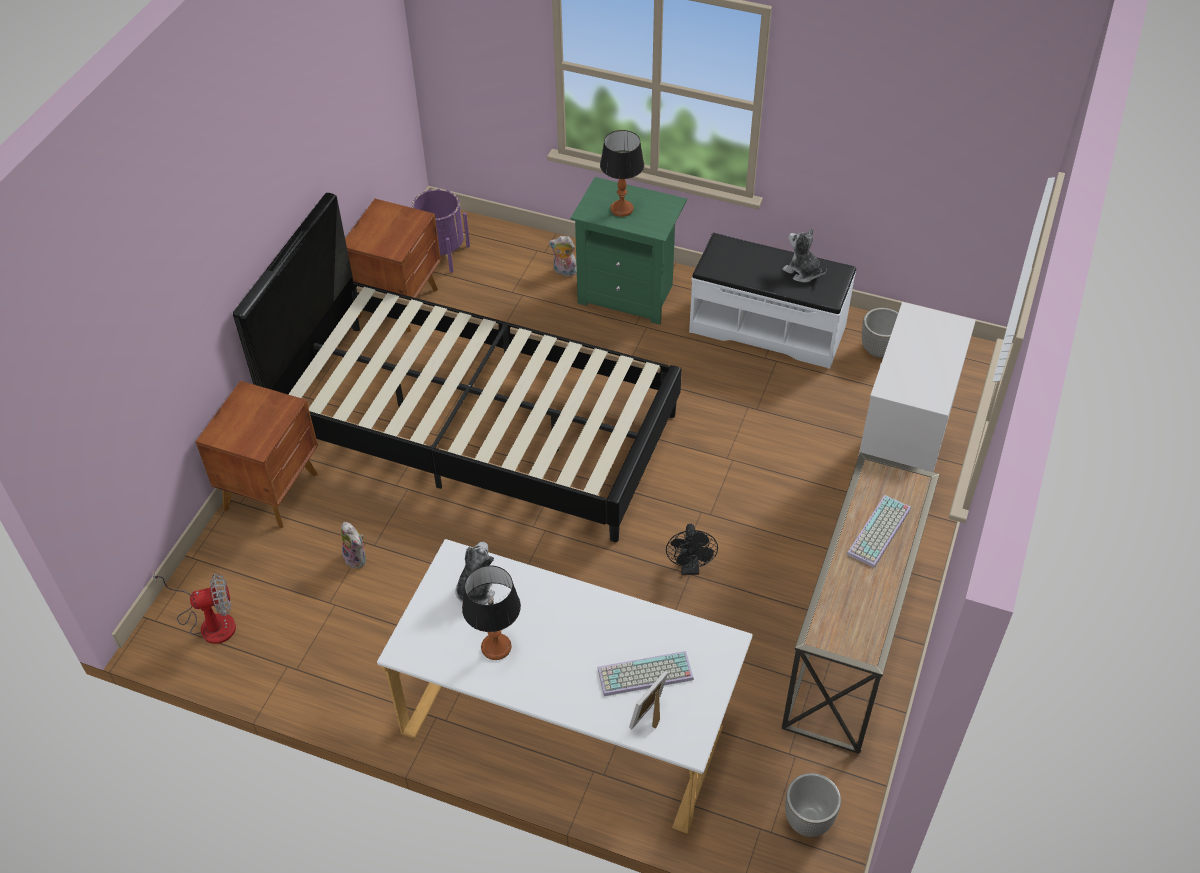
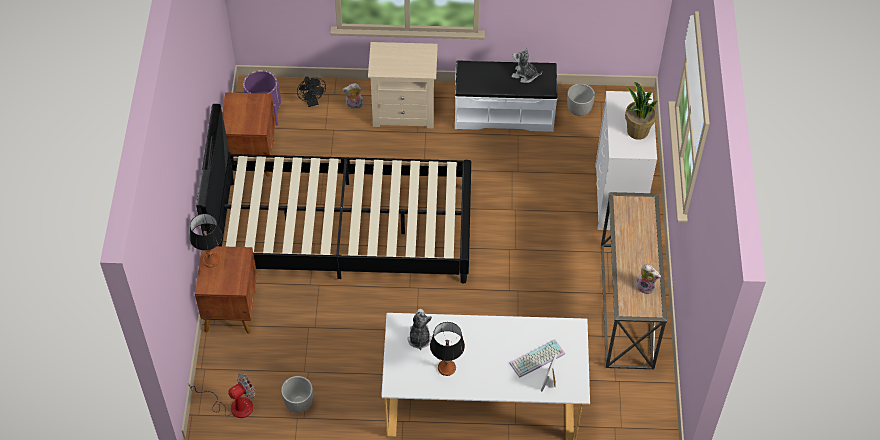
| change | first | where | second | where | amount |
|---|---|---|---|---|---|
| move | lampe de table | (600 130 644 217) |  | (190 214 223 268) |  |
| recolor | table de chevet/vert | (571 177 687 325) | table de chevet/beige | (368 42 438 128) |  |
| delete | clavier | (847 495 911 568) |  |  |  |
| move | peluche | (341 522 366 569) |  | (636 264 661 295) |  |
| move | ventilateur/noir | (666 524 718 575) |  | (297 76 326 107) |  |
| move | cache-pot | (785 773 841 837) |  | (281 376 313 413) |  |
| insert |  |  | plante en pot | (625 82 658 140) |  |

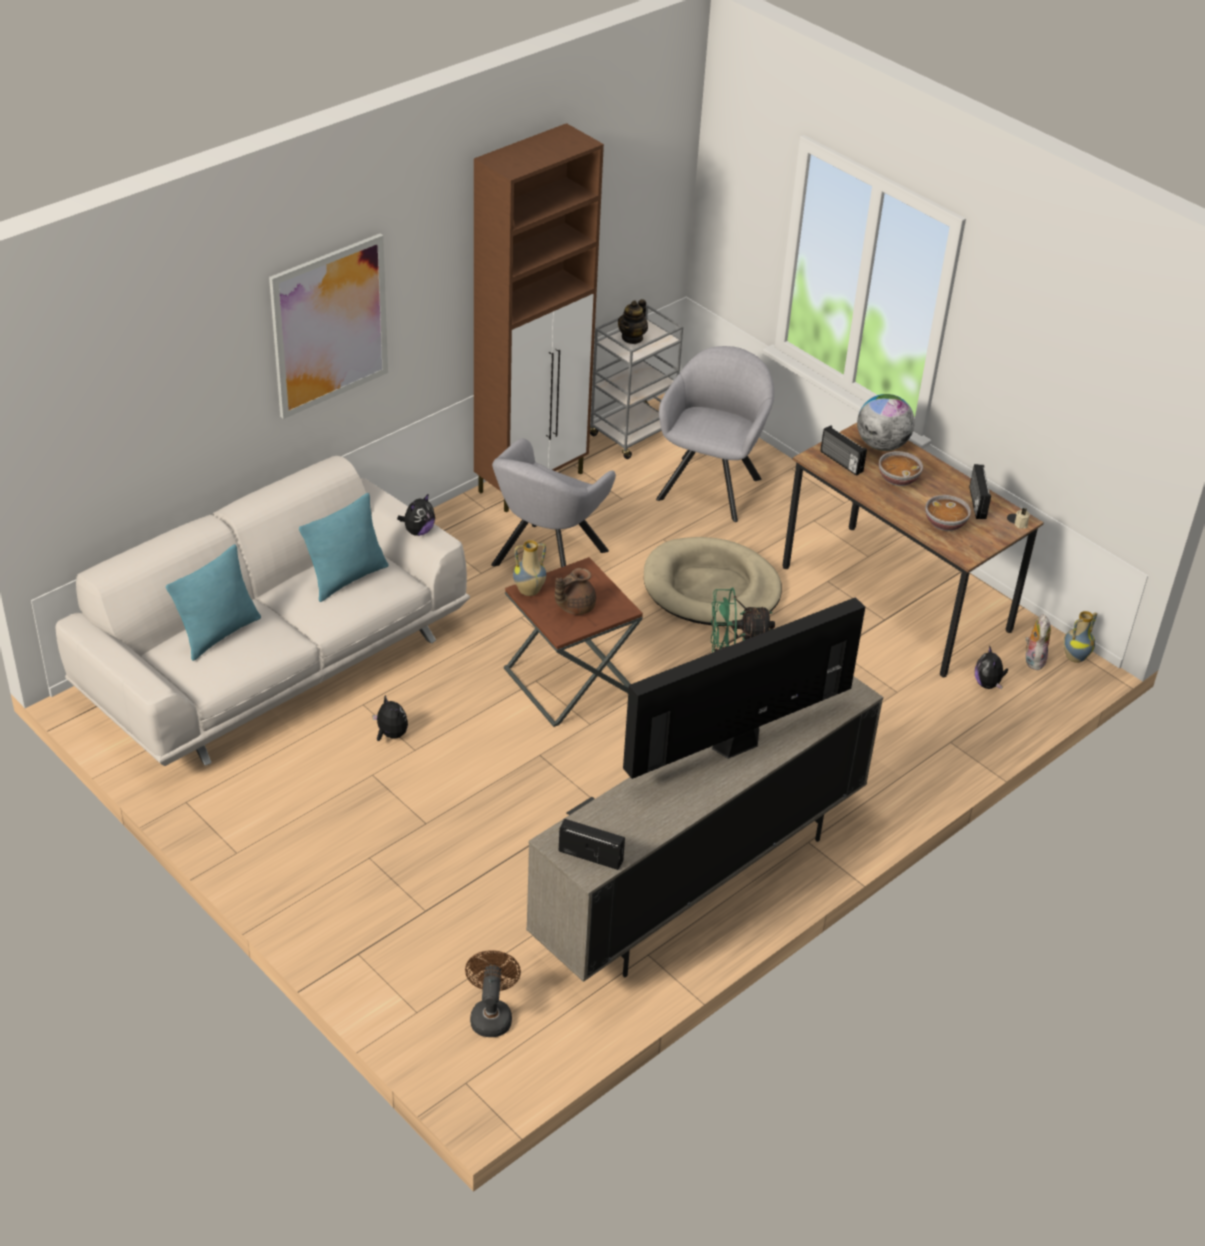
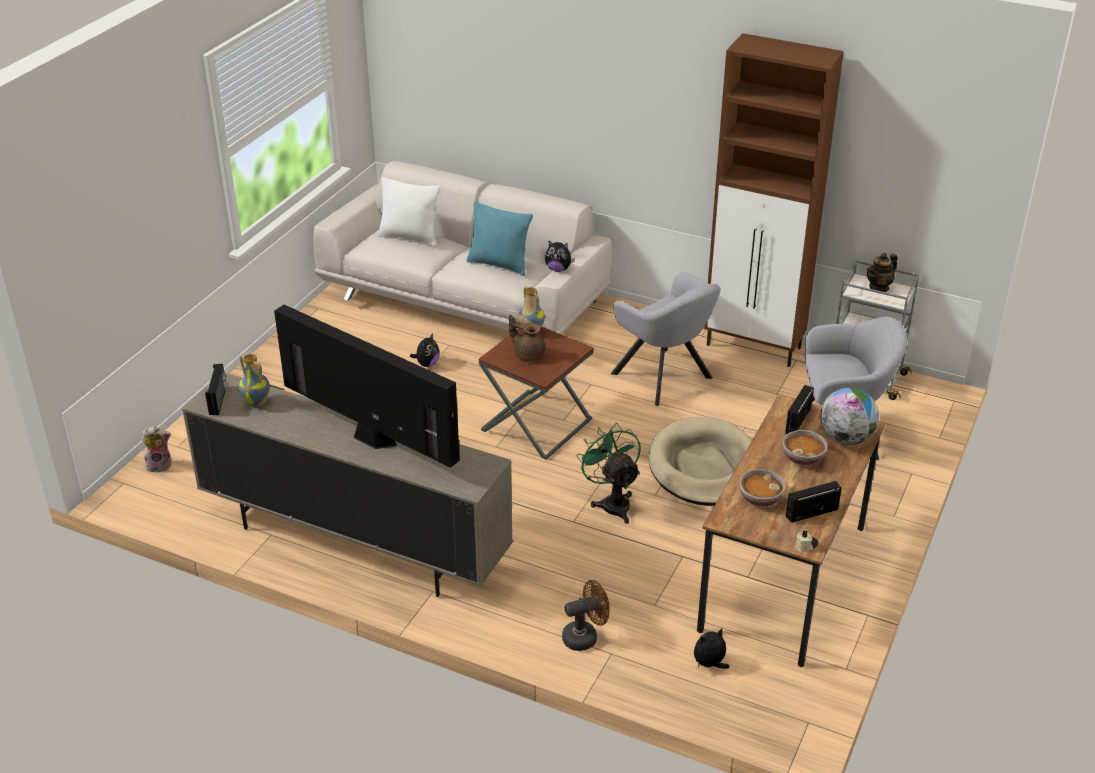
| change | first | where | second | where | amount |
|---|---|---|---|---|---|
| delete | tableau | (269 234 388 419) |  |  |  |
| rotate | théière | (618 299 648 344) |  | (867 253 898 292) | 45 degrees counterclockwise |
| rotate | fauteuil/gris | (491 438 616 567) |  | (611 272 721 406) | 135 degrees counterclockwise |
| recolor | coussin/turquoise | (166 544 261 661) | coussin/blanc | (377 177 440 246) |  |
| move | vase | (1063 611 1097 663) |  | (239 354 270 407) |  |
| move | peluche | (1025 614 1051 670) |  | (141 426 172 473) |  |
| move | ventilateur/marron | (465 950 521 1037) |  | (562 580 610 651) |  |

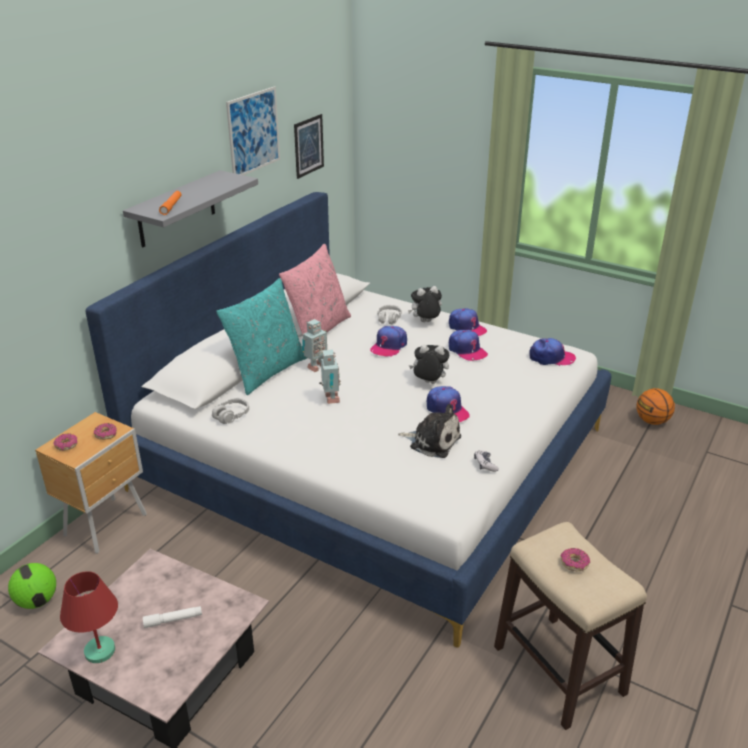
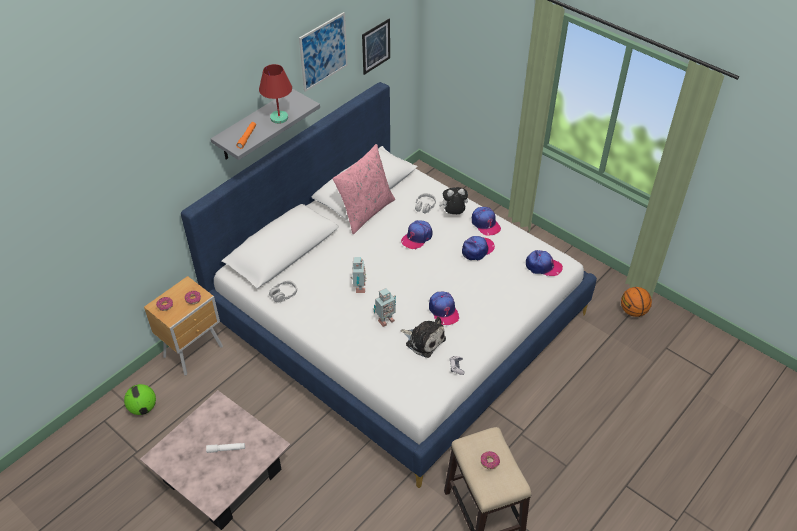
| change | first | where | second | where | amount |
|---|---|---|---|---|---|
| delete | coussin/turquoise | (216 278 307 395) |  |  |  |
| move | robot jouet | (302 319 327 372) |  | (373 288 396 327) |  |
| rotate | casquette | (449 330 488 361) |  | (462 236 495 260) | 105 degrees counterclockwise |
| delete | peluche | (409 344 449 384) |  |  |  |
| move | lampe de table/rouge | (60 571 118 663) |  | (259 64 292 124) |  |

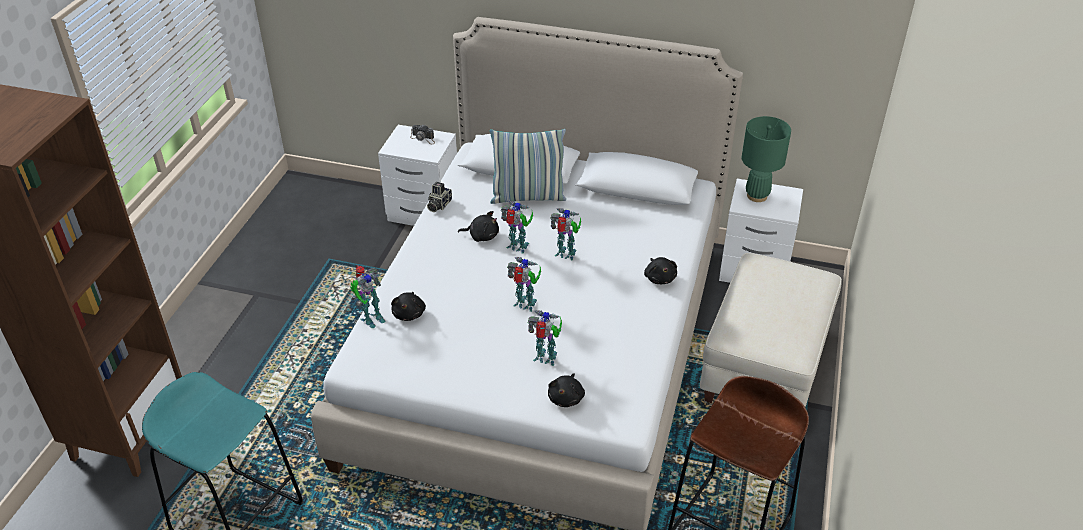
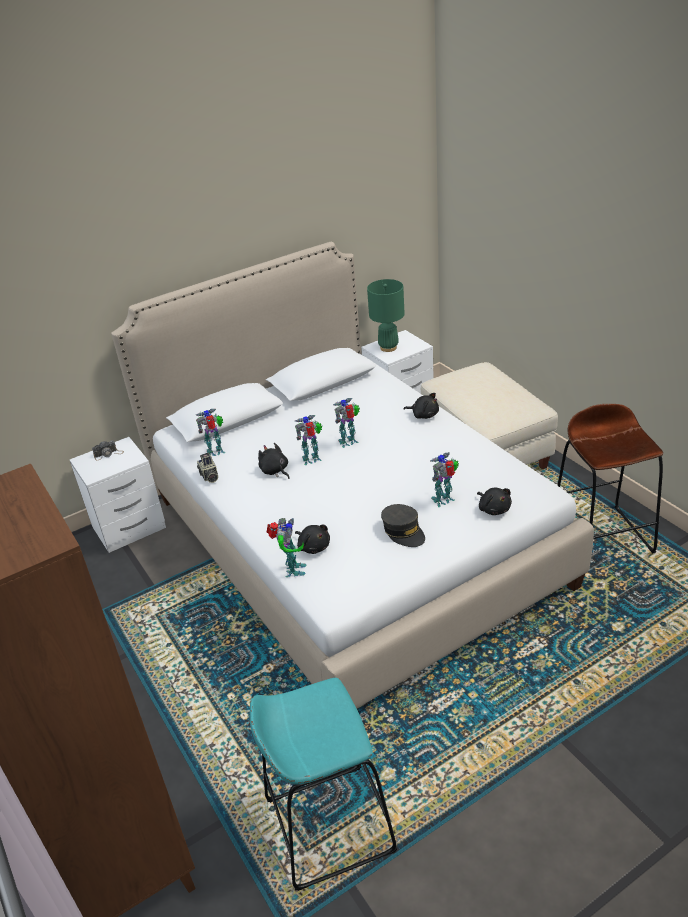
| change | first | where | second | where | amount |
|---|---|---|---|---|---|
| delete | coussin | (490 129 566 204) |  |  |  |
| rotate | peluche/noir | (458 211 499 242) |  | (258 443 290 479) | 90 degrees counterclockwise |
| move | robot jouet | (507 257 541 312) |  | (196 409 225 456) |  |
| insert |  |  | casquette/gris | (381 504 425 547) |  |

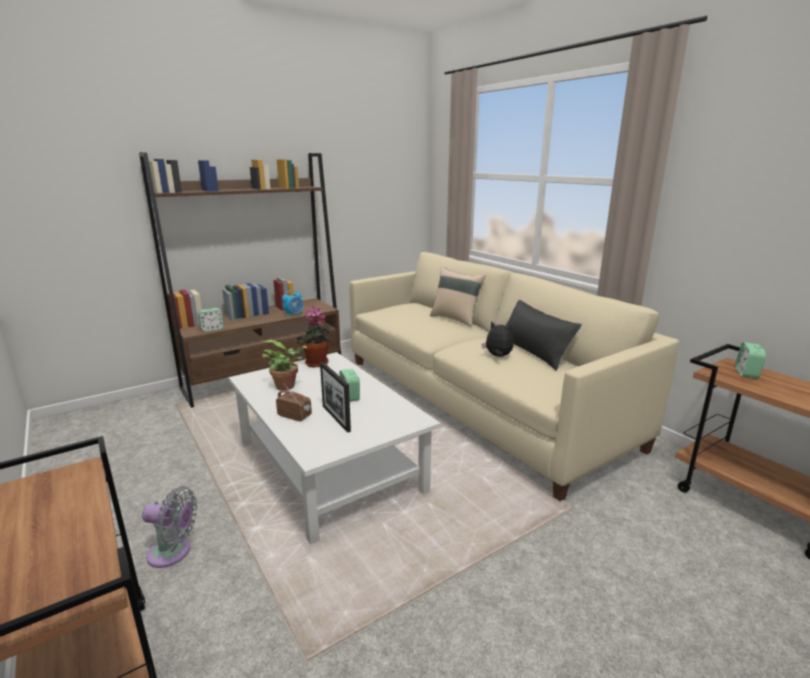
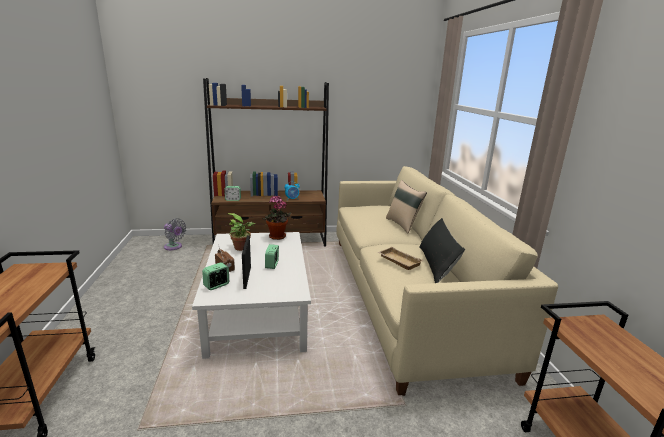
| change | first | where | second | where | amount |
|---|---|---|---|---|---|
| replace | peluche | (482 321 514 357) | plateau/beige | (378 247 423 270) |  |
| move | réveil | (735 342 766 379) |  | (202 262 229 290) |  |
| move | ventilateur/gris | (142 486 198 568) |  | (164 218 186 250) |  |

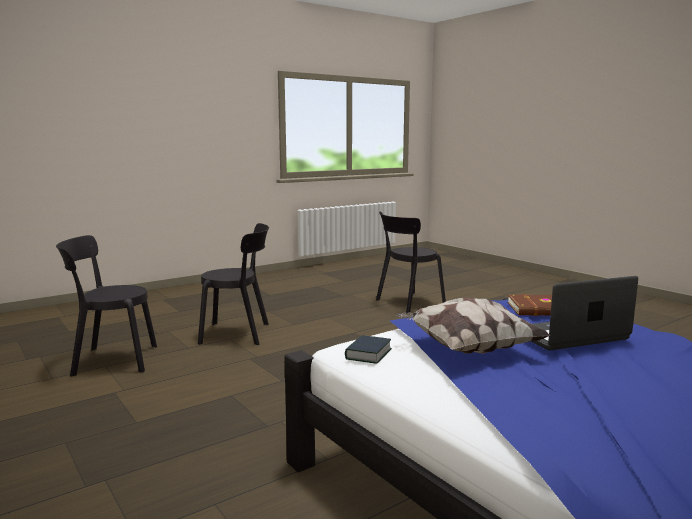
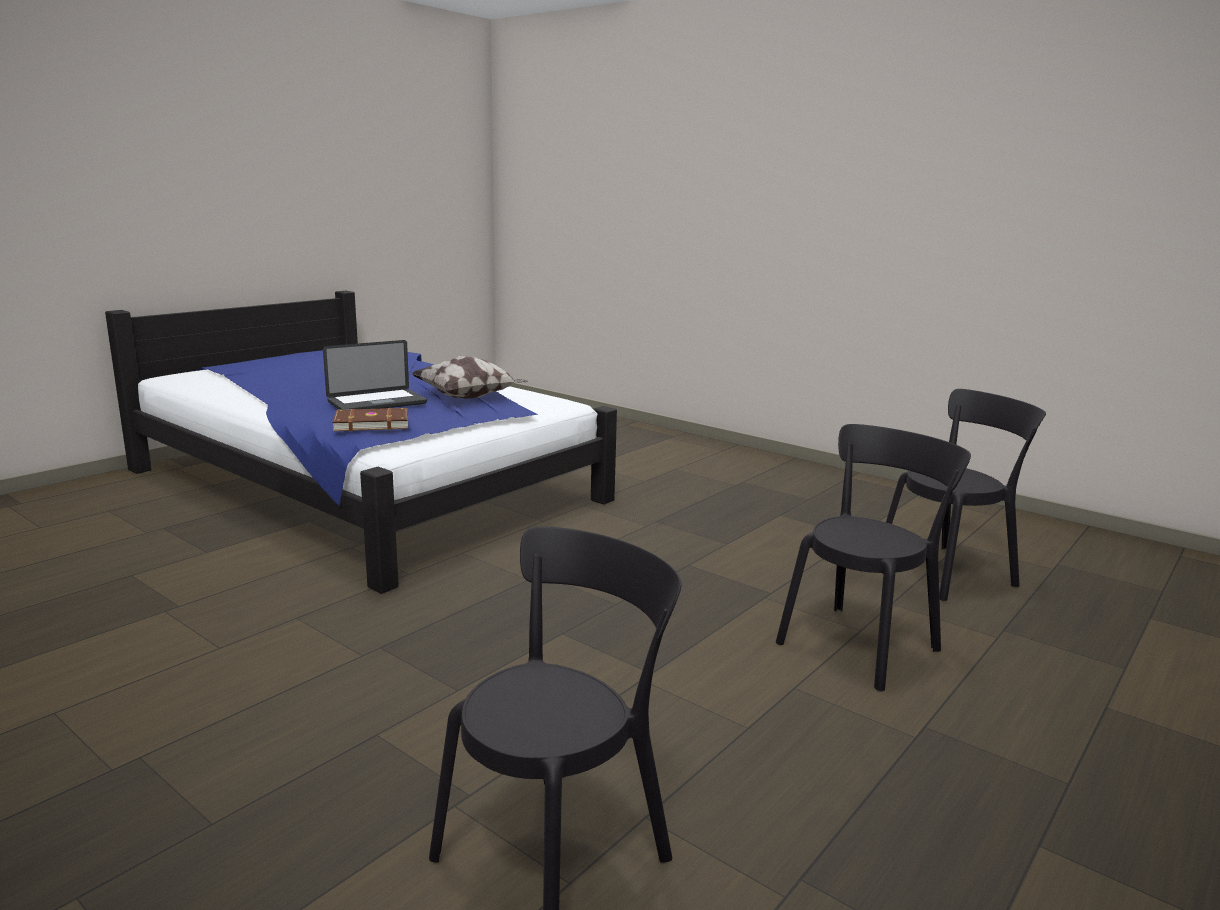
| change | first | where | second | where | amount |
|---|---|---|---|---|---|
| rotate | chaise/noir | (198 223 269 345) |  | (776 424 971 691) | 150 degrees clockwise |
| delete | livre | (345 335 392 364) |  |  |  |

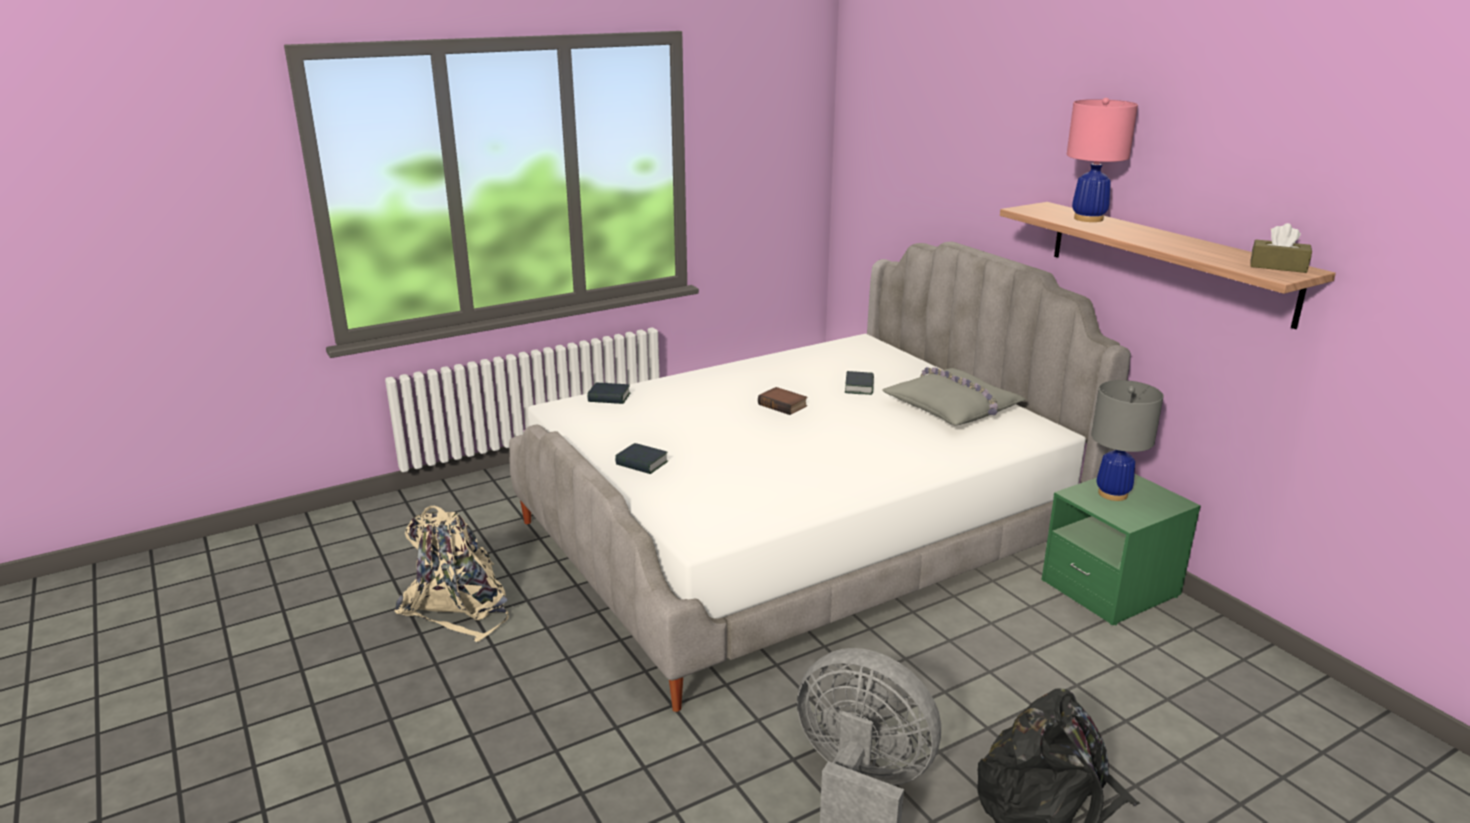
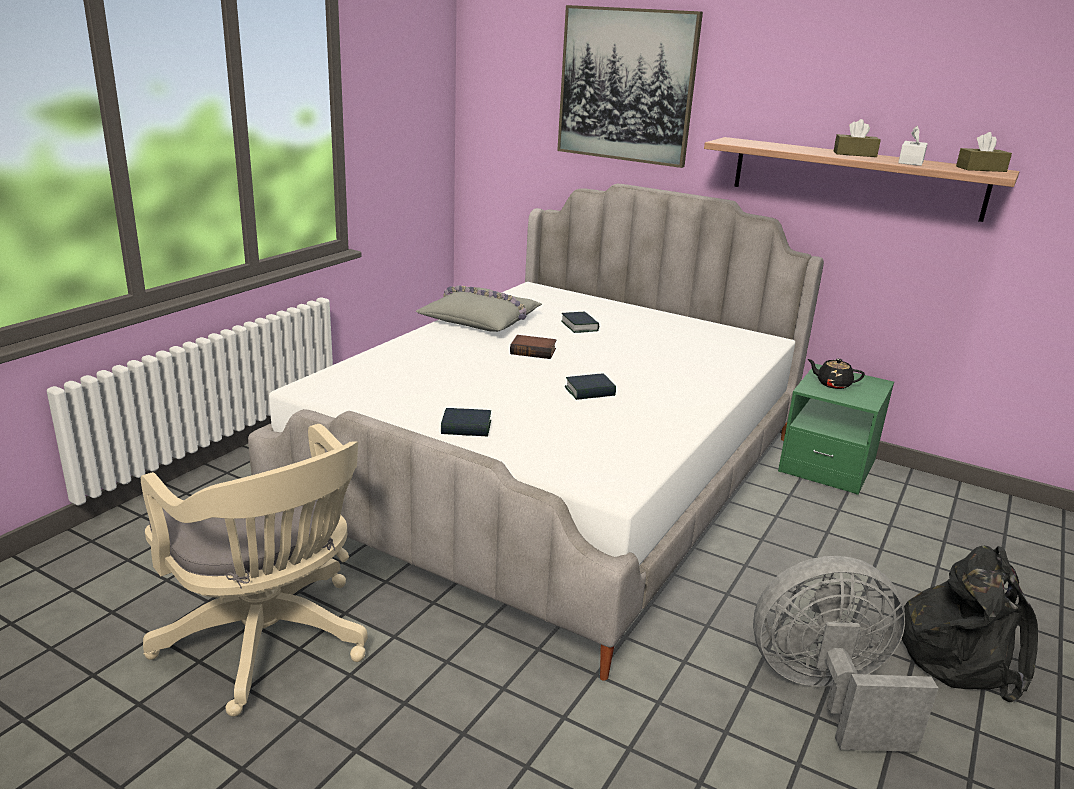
| change | first | where | second | where | amount |
|---|---|---|---|---|---|
| delete | lampe de table/rose | (1067 98 1138 222) |  |  |  |
| move | coussin/gris | (882 367 1026 425) |  | (416 285 542 332) |  |
| replace | lampe de table/gris | (1091 380 1164 501) | théière/noir | (807 358 865 389) |  |
| move | livre | (587 383 630 404) |  | (565 373 616 400) |  |
| replace | sac à dos/beige | (394 506 509 642) | chaise de bureau/beige | (141 424 368 717) |  |
| insert |  |  | tableau | (557 5 703 168) |  |
| insert |  |  | boîte à mouchoirs/marron | (834 119 881 157) |  |
| insert |  |  | boîte à mouchoirs/blanc | (898 126 928 166) |  |

